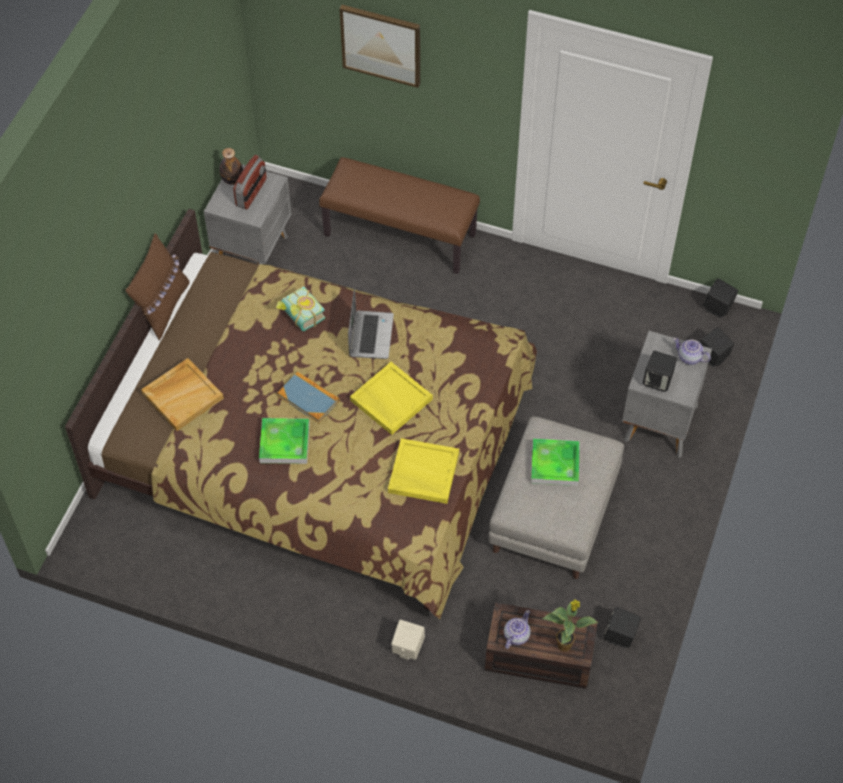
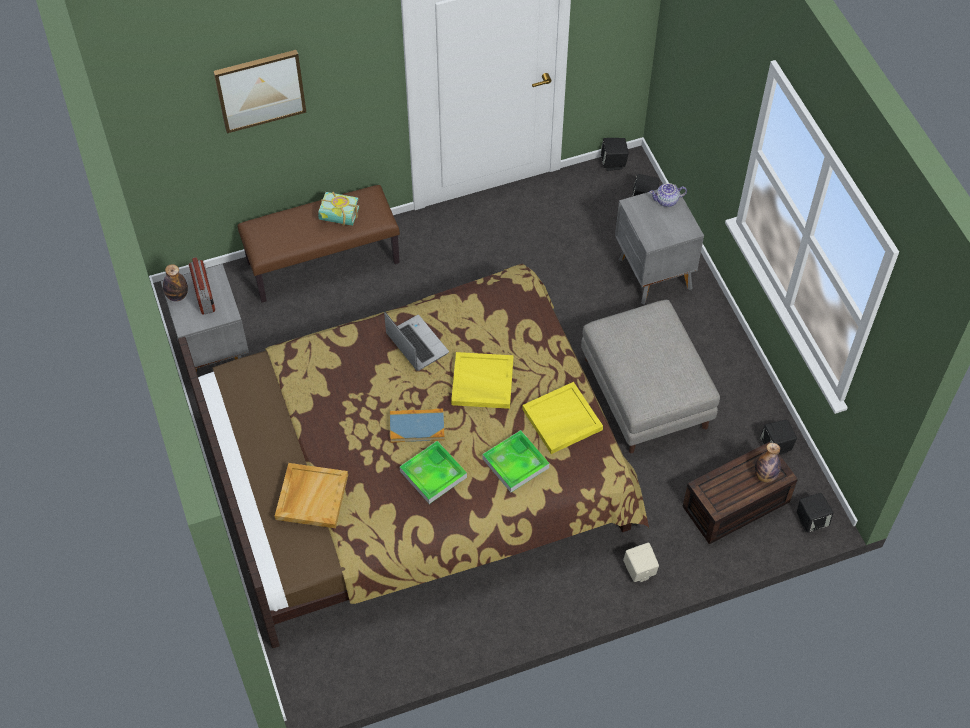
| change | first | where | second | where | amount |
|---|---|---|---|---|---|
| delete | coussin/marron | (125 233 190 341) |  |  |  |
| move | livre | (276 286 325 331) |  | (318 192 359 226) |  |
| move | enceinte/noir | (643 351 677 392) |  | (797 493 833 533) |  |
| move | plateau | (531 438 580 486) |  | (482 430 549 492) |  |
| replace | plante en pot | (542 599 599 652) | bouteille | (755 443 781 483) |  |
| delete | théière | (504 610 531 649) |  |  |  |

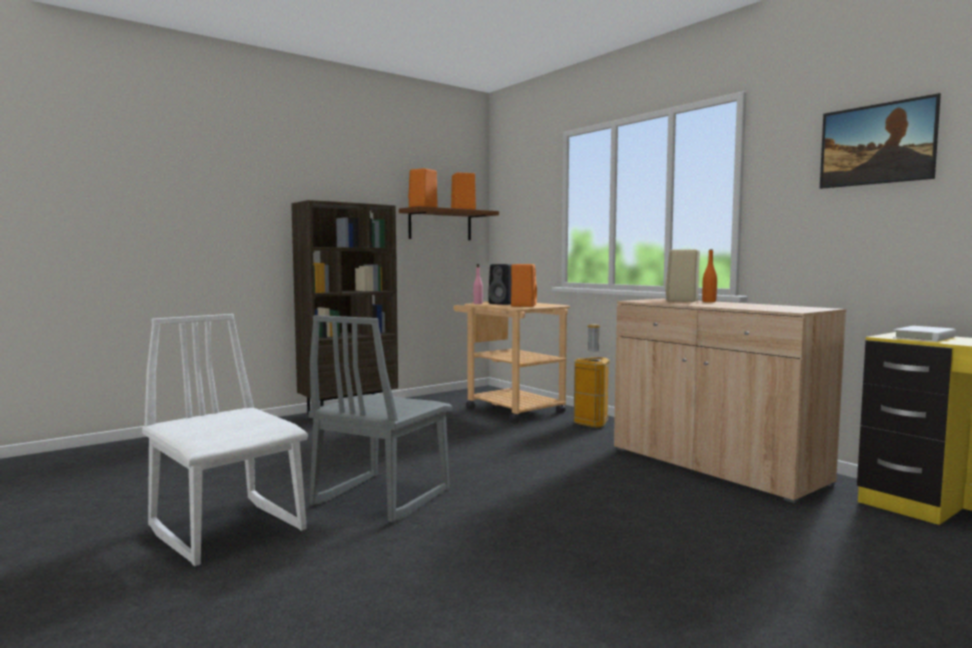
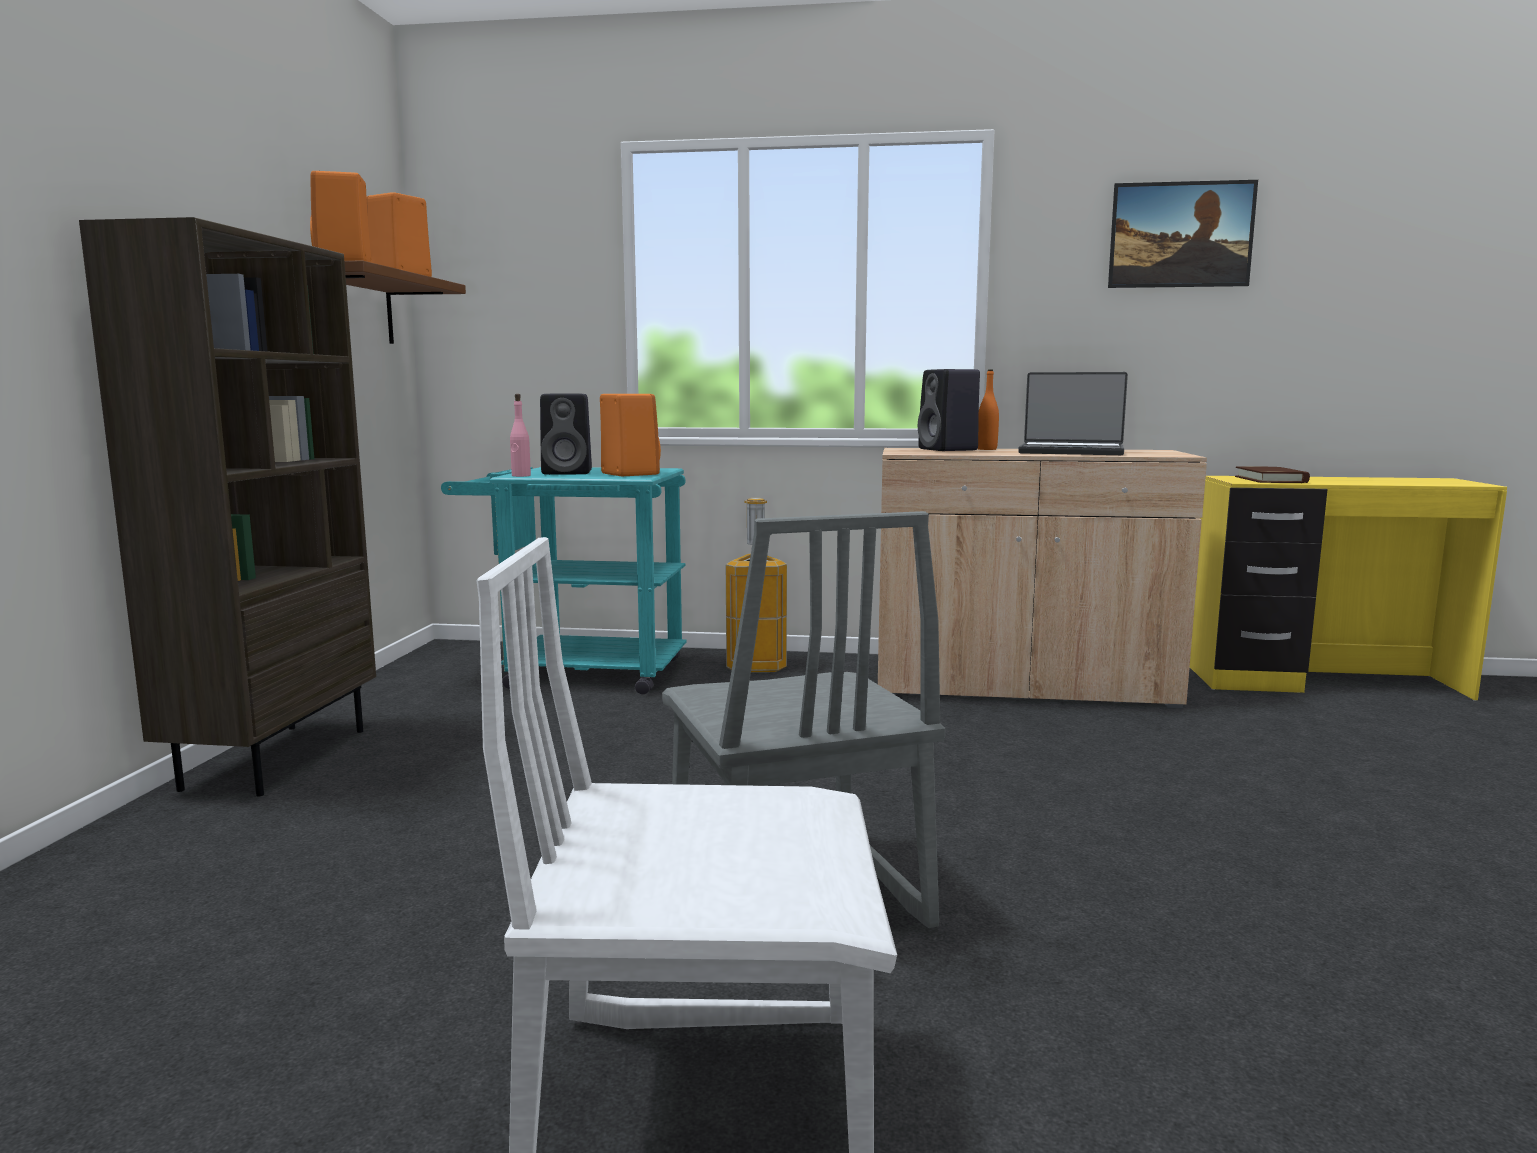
| change | first | where | second | where | amount |
|---|---|---|---|---|---|
| recolor | enceinte/beige | (666 249 700 302) | enceinte/noir | (918 369 980 451) |  |
| recolor | chariot/beige | (453 301 570 422) | chariot/turquoise | (441 467 687 695) |  |
| recolor | livre/blanc | (893 326 956 342) | livre/marron | (1235 466 1310 483) |  |
| insert |  |  | ordinateur portable | (1018 372 1128 455) |  |

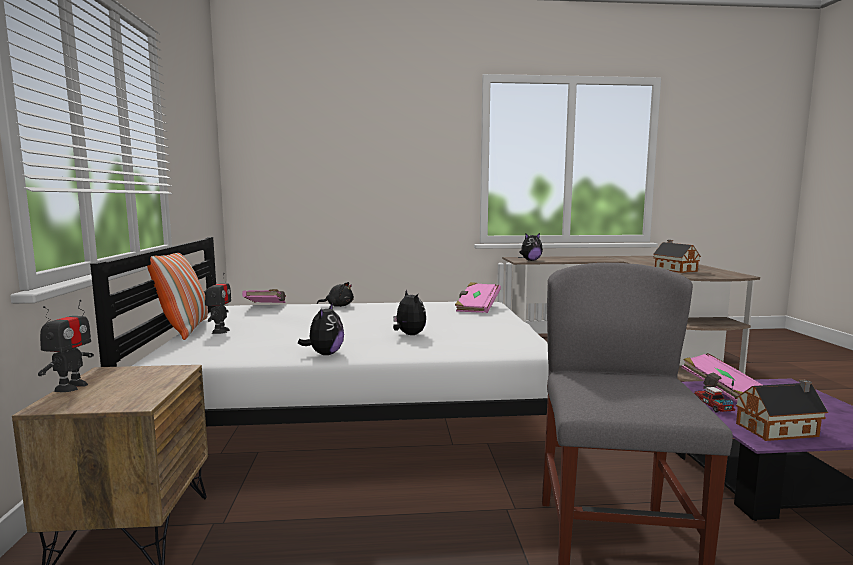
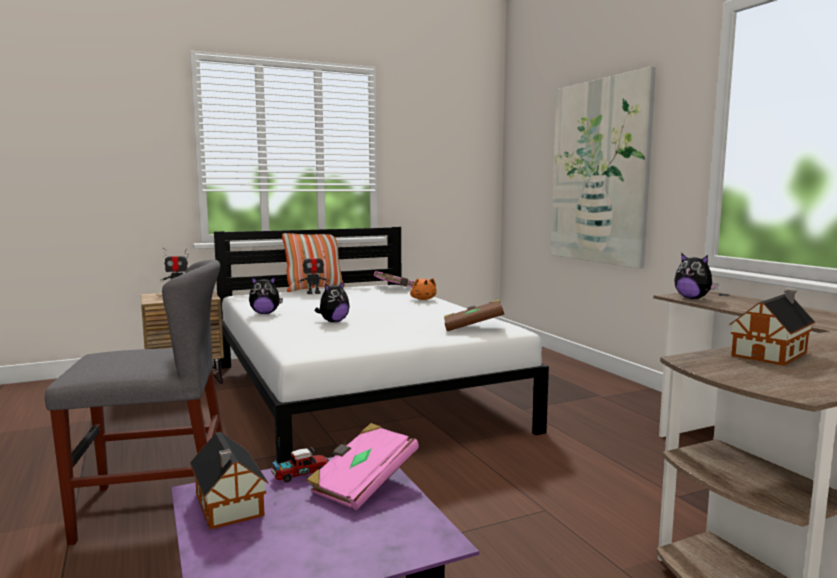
| change | first | where | second | where | amount |
|---|---|---|---|---|---|
| recolor | peluche/noir | (317 282 354 307) | peluche/orange | (410 278 437 300) |  |
| recolor | livre/rose | (455 282 501 313) | livre/marron | (444 299 504 331) |  |
| insert |  |  | tableau | (550 66 656 269) |  |

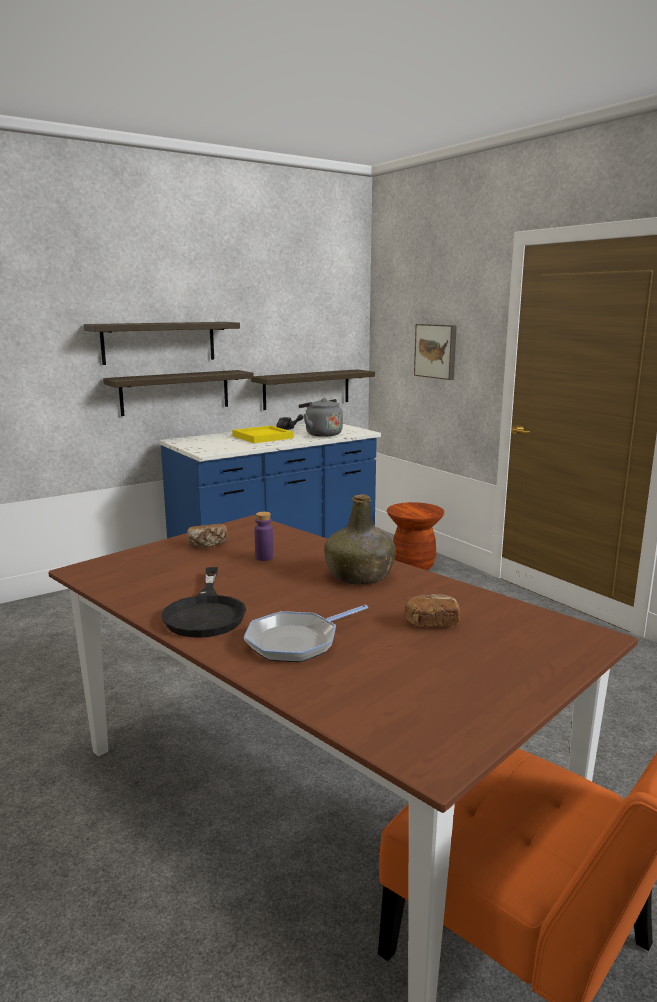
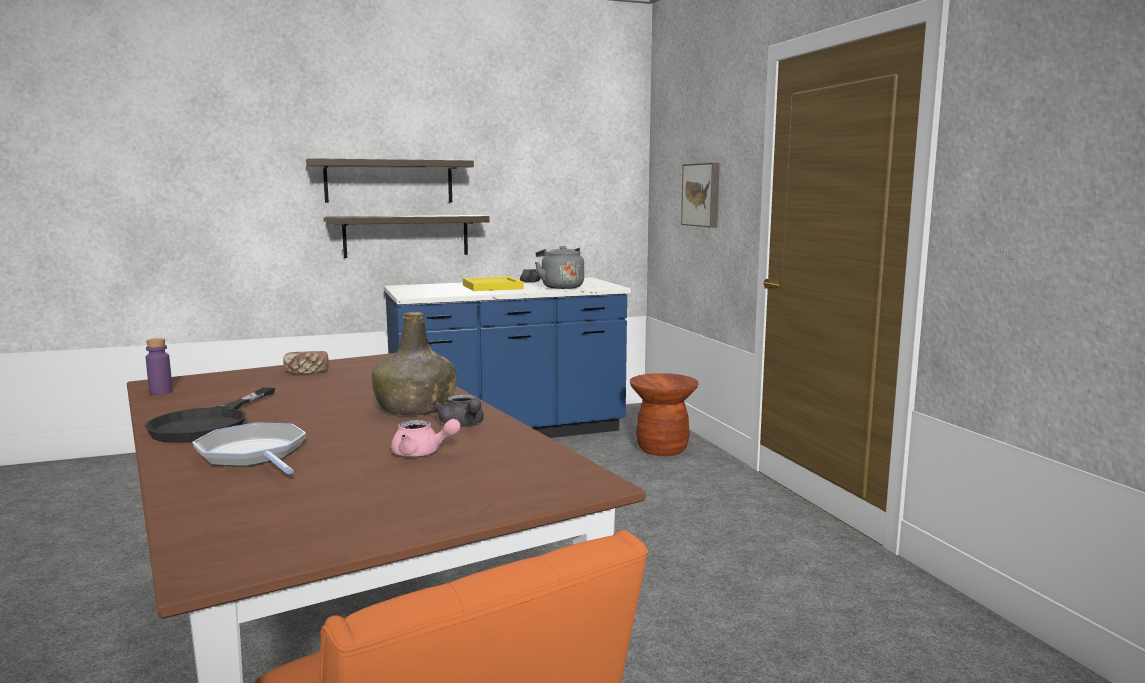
| change | first | where | second | where | amount |
|---|---|---|---|---|---|
| delete | étagère | (251 369 375 410) |  |  |  |
| move | bouteille/violet | (254 512 273 561) |  | (146 338 173 395) |  |
| replace | pain | (405 594 460 627) | théière/rose | (391 419 461 457) |  |
| rotate | poêle | (244 605 368 662) |  | (192 422 306 474) | 75 degrees clockwise |
| insert |  |  | théière/gris | (433 394 484 427) |  |

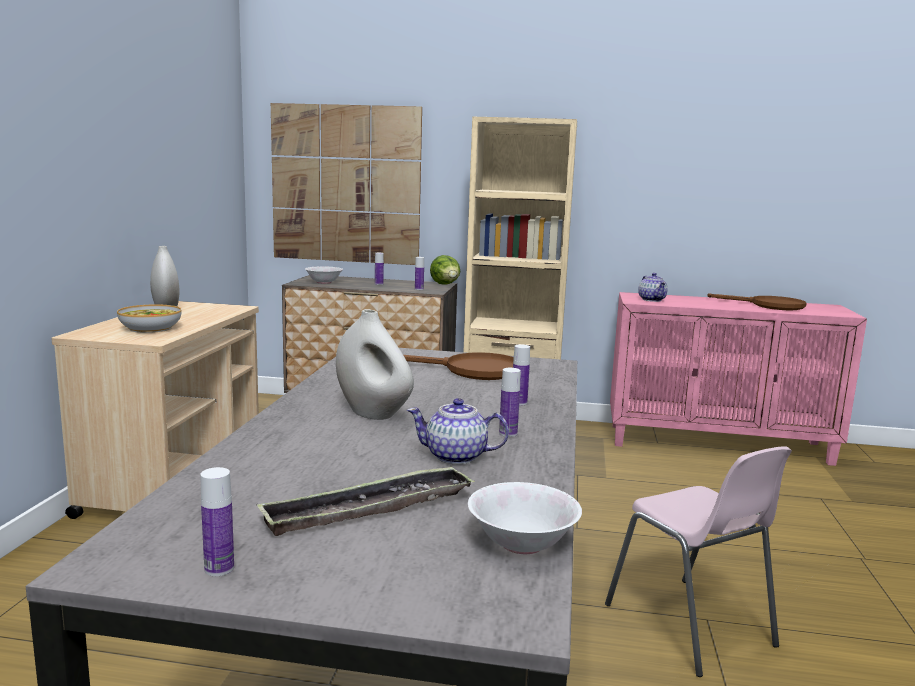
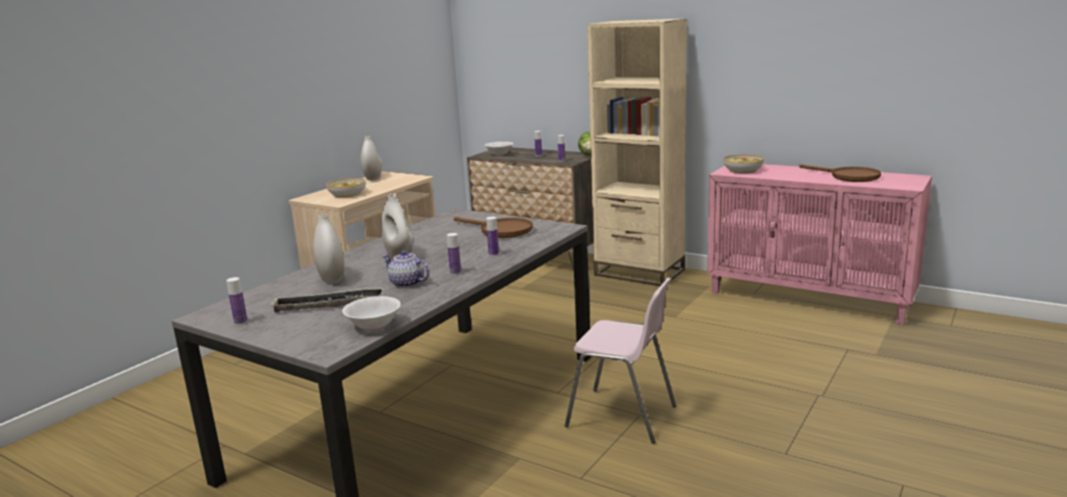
| change | first | where | second | where | amount |
|---|---|---|---|---|---|
| delete | tableau | (271 103 422 265) |  |  |  |
| replace | théière | (638 273 668 302) | bol | (723 154 764 174) |  |
| rotate | chaise/rose | (605 446 792 677) |  | (564 278 676 444) | 60 degrees counterclockwise |
| insert |  |  | vase/blanc | (313 214 345 283) |  |

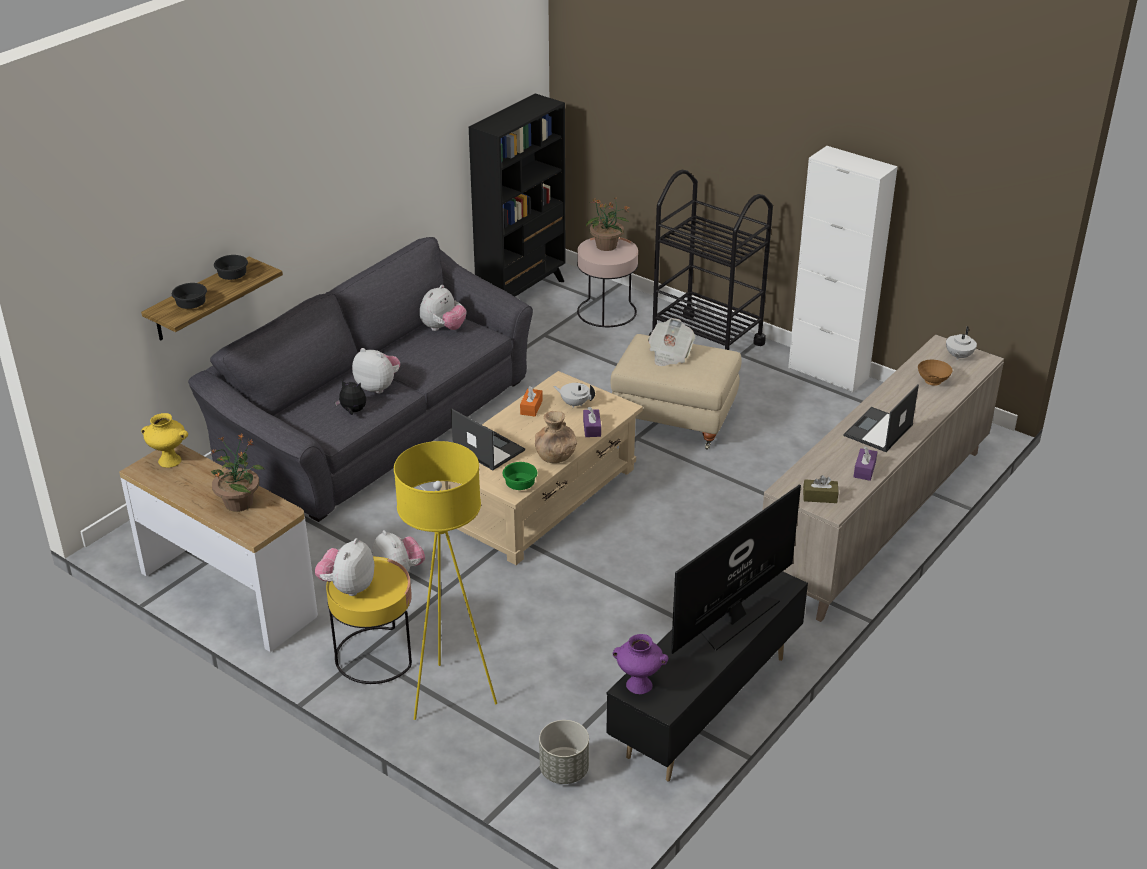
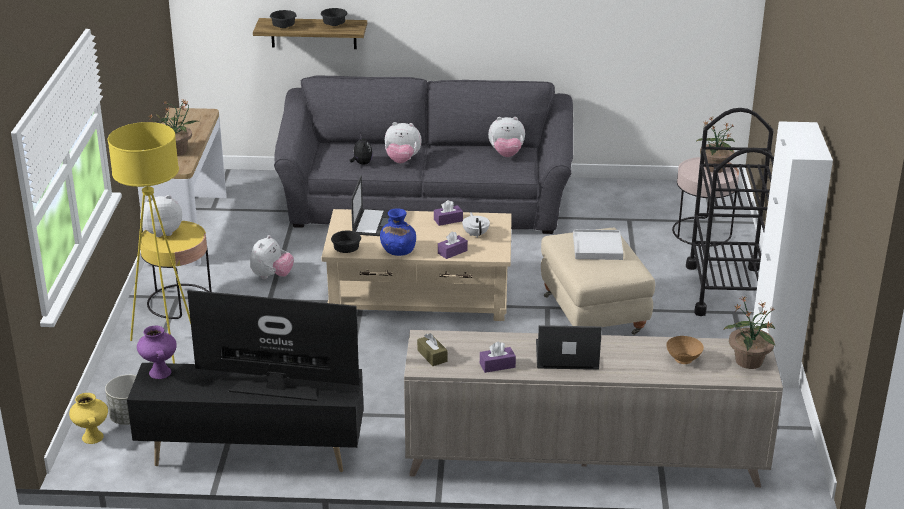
| change | first | where | second | where | amount |
|---|---|---|---|---|---|
| delete | bibliothèque/noir | (469 93 565 297) |  |  |  |
| replace | journal | (648 318 695 366) | plateau/blanc | (573 229 623 260) |  |
| replace | théière/blanc | (946 326 977 360) | plante en pot | (723 296 775 369) |  |
| rotate | peluche | (352 348 400 394) |  | (385 122 422 163) | 105 degrees clockwise |
| recolor | boîte à mouchoirs/orange | (520 386 543 417) | boîte à mouchoirs/violet | (434 200 463 226) |  |
| recolor | vase/marron | (535 411 578 463) | vase/bleu | (380 208 416 256) |  |
| move | vase/jaune | (141 413 188 468) |  | (69 393 108 444) |  |
| recolor | bol/vert | (503 462 537 490) | bol/noir | (331 231 361 253) |  |

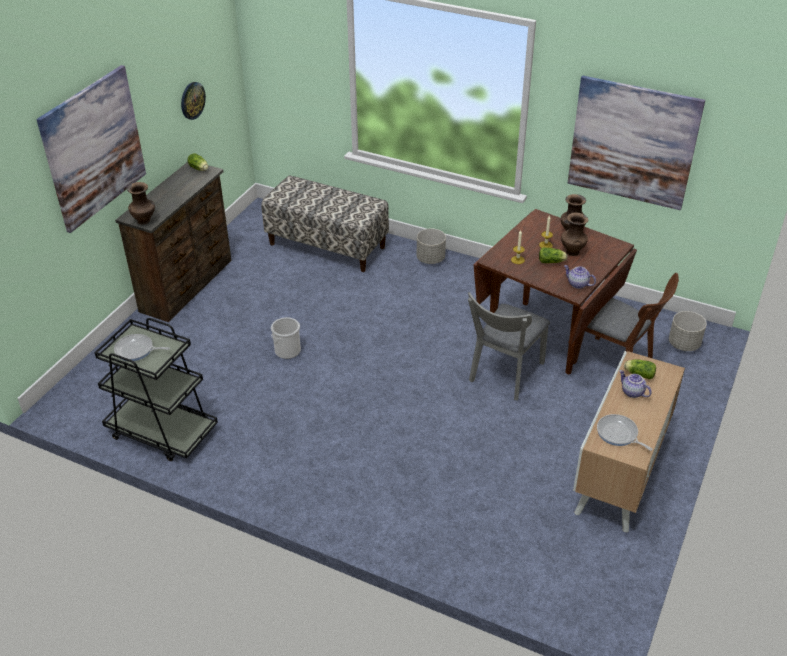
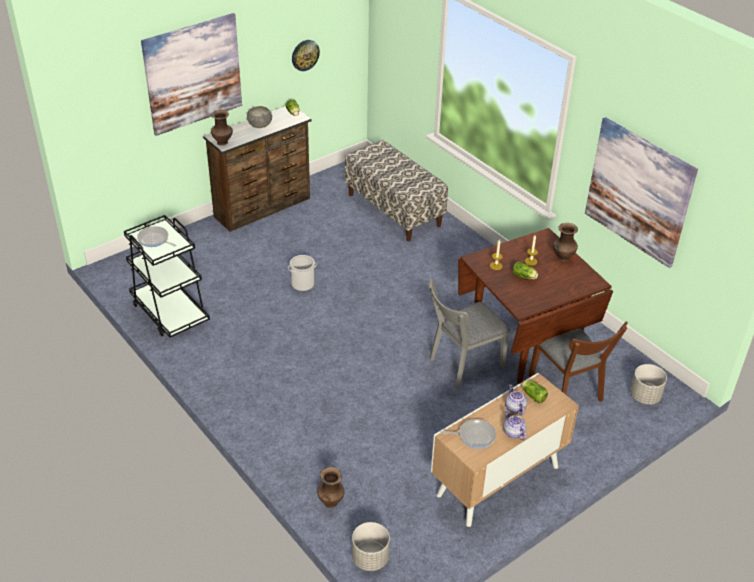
| change | first | where | second | where | amount |
|---|---|---|---|---|---|
| move | vase/marron | (561 212 588 256) |  | (317 467 344 508) |  |
| move | cache-pot/gris | (417 229 446 264) |  | (352 522 390 571) |  |
| move | théière | (564 265 596 289) |  | (503 409 527 440) |  |
| rotate | poêle | (597 414 653 451) |  | (440 419 496 449) | 105 degrees clockwise |
| insert |  |  | bol/gris | (247 106 272 128) |  |

